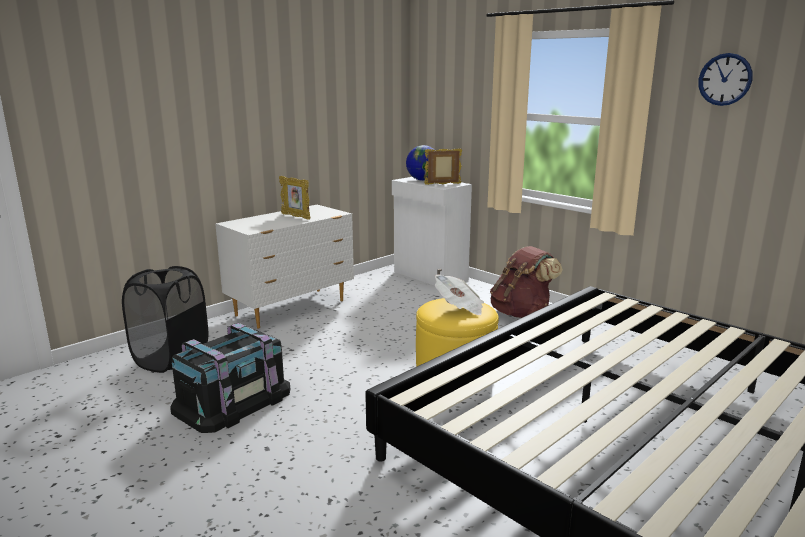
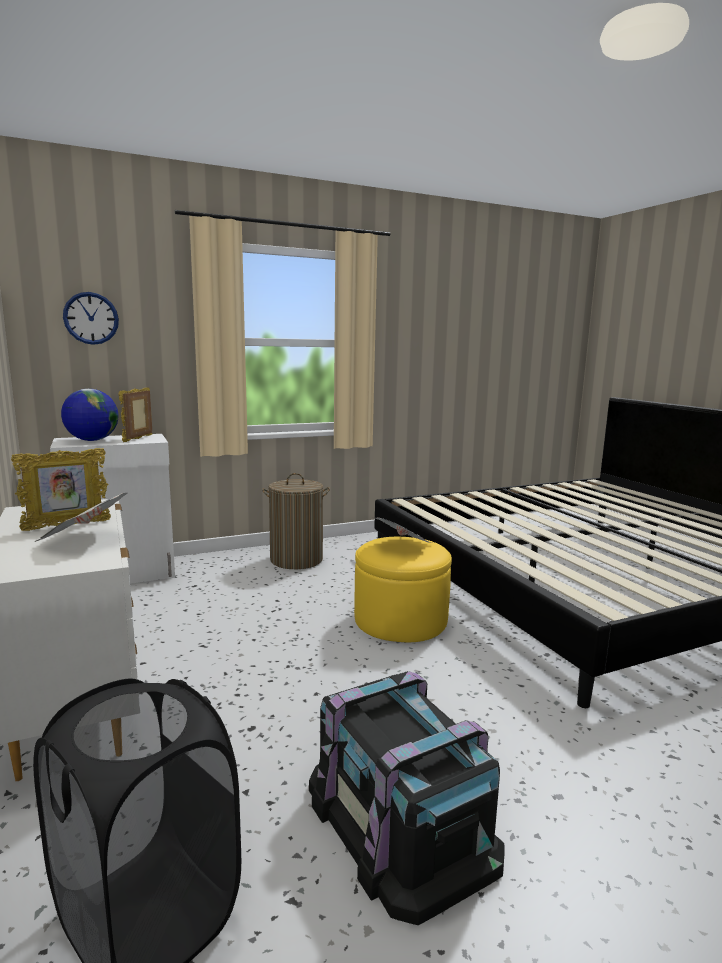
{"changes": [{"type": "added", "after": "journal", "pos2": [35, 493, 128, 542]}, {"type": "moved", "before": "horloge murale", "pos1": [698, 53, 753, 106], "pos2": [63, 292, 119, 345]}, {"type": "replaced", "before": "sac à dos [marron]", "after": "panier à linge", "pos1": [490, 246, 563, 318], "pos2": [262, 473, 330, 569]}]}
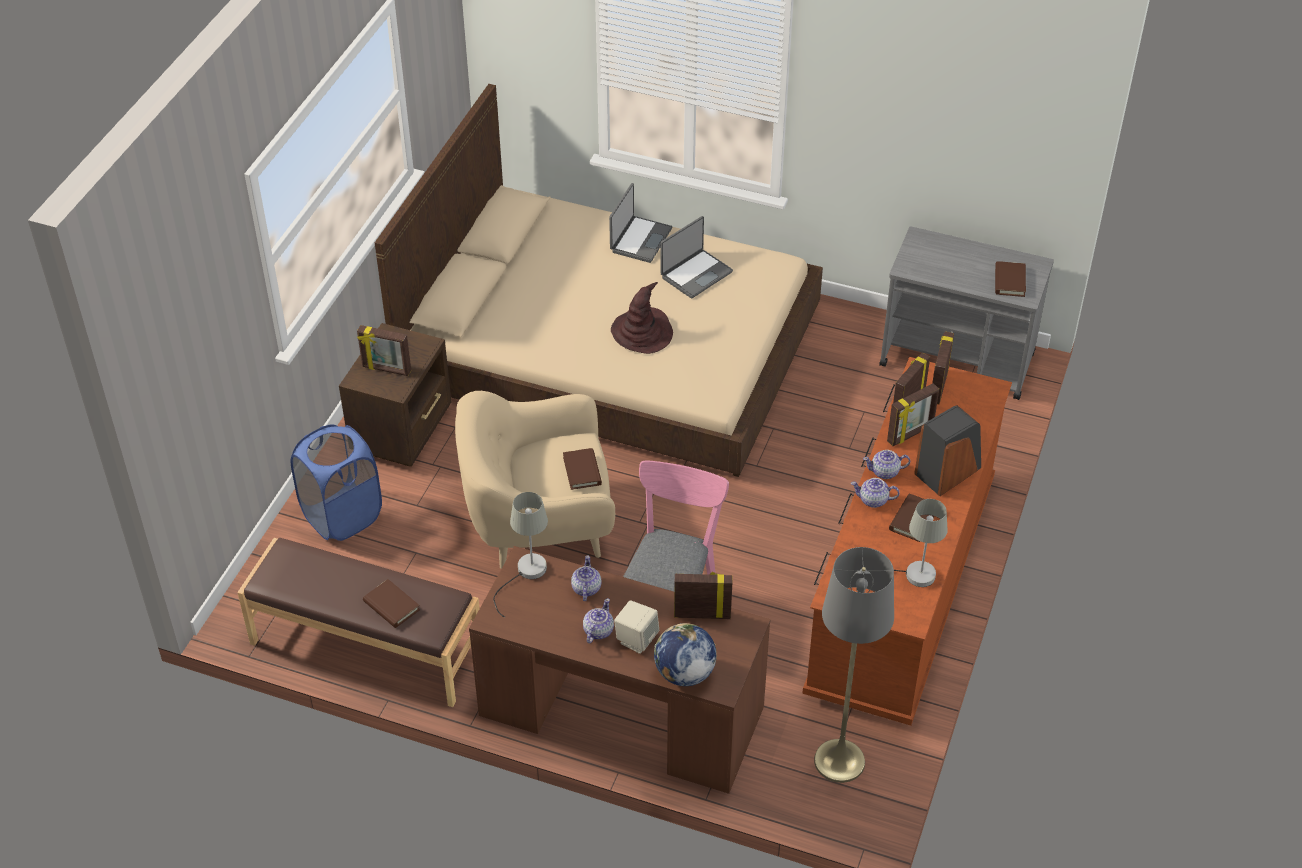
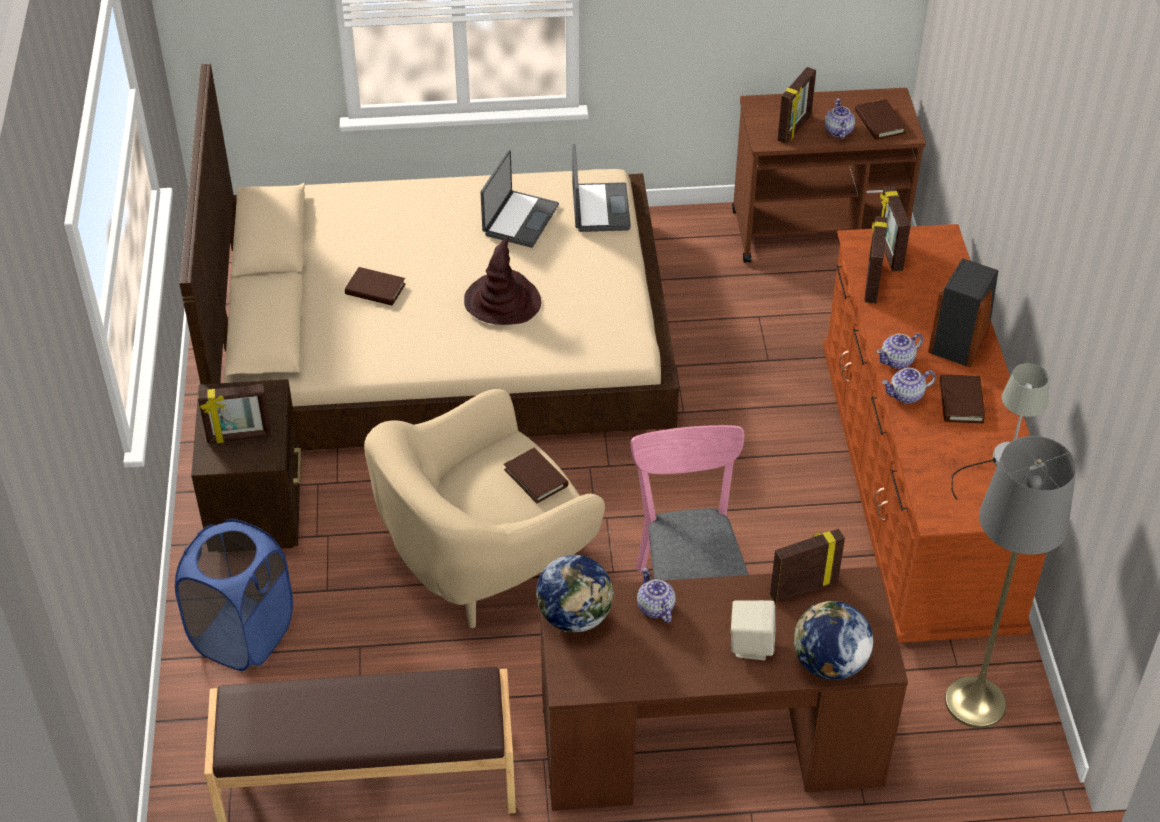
{"changes": [{"type": "moved", "before": "livre [marron]", "pos1": [363, 579, 420, 628], "pos2": [345, 267, 406, 305]}, {"type": "replaced", "before": "lampe de table [gris]", "after": "globe", "pos1": [493, 492, 548, 618], "pos2": [536, 555, 614, 632]}, {"type": "moved", "before": "ordinateur portable", "pos1": [609, 183, 672, 263], "pos2": [572, 144, 631, 232]}, {"type": "recoloured", "before": "chariot [gris]", "after": "chariot [marron]", "pos1": [879, 226, 1054, 400], "pos2": [732, 88, 926, 263]}, {"type": "moved", "before": "cadre photo", "pos1": [887, 383, 939, 446], "pos2": [777, 67, 816, 144]}, {"type": "moved", "before": "théière", "pos1": [583, 598, 614, 643], "pos2": [825, 98, 855, 139]}]}
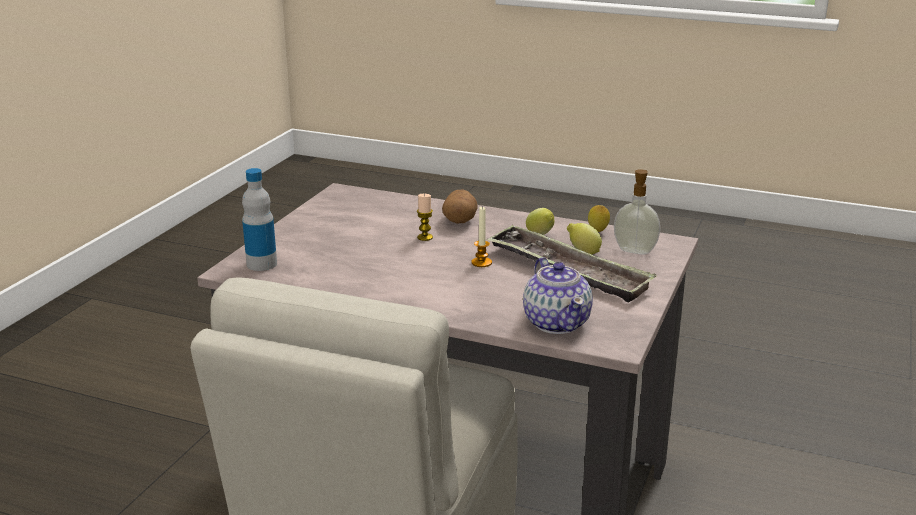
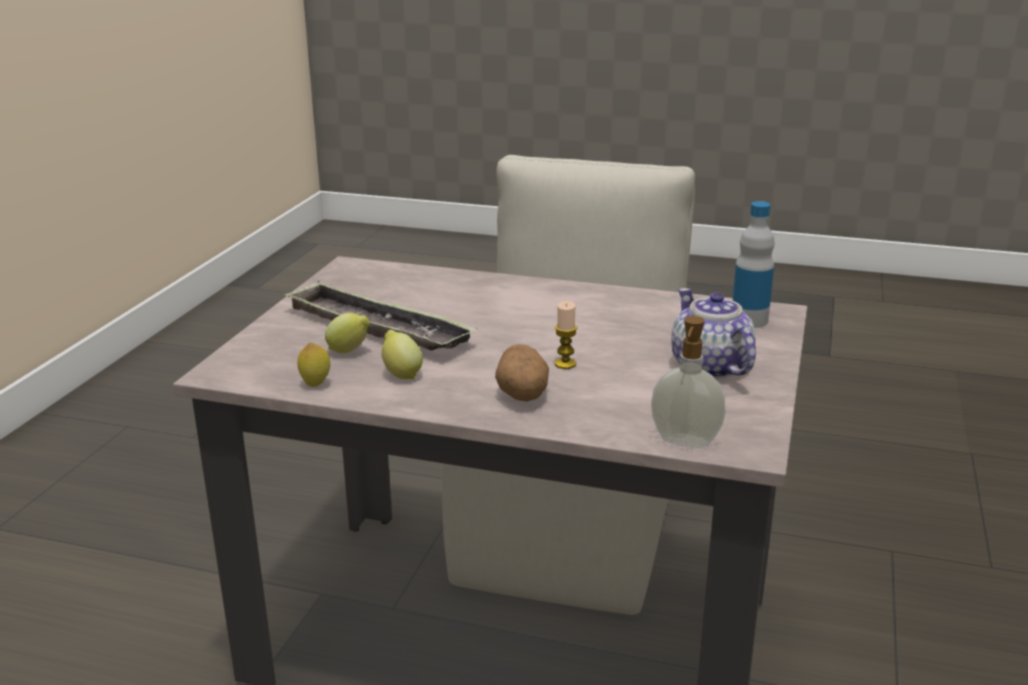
{"changes": [{"type": "moved", "before": "distributeur de savon", "pos1": [614, 169, 660, 255], "pos2": [651, 316, 725, 448]}, {"type": "moved", "before": "théière", "pos1": [523, 257, 593, 334], "pos2": [671, 288, 756, 379]}, {"type": "removed", "before": "bougie", "pos1": [471, 206, 492, 267]}]}
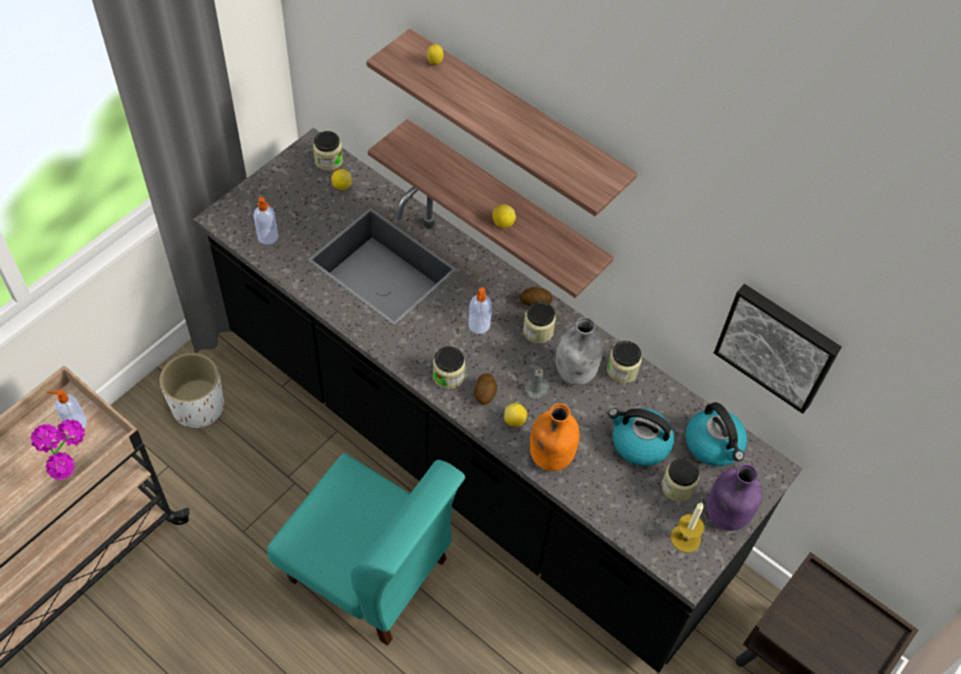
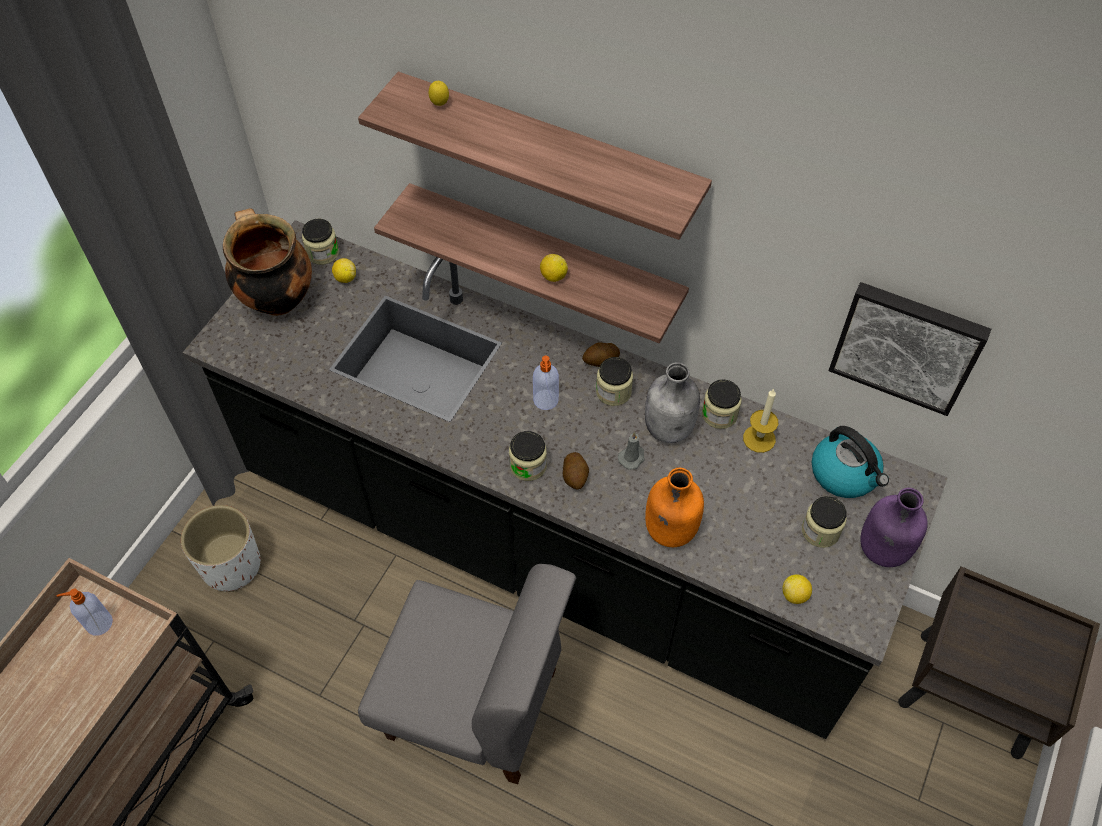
{"changes": [{"type": "added", "after": "marmite", "pos2": [223, 209, 312, 316]}, {"type": "recoloured", "before": "chaise [turquoise]", "after": "chaise [gris]", "pos1": [267, 453, 465, 646], "pos2": [358, 564, 576, 784]}, {"type": "moved", "before": "bougie", "pos1": [671, 503, 705, 553], "pos2": [743, 388, 778, 453]}, {"type": "moved", "before": "citron", "pos1": [504, 403, 527, 427], "pos2": [782, 574, 812, 604]}, {"type": "removed", "before": "plante en pot", "pos1": [31, 419, 85, 480]}, {"type": "removed", "before": "distributeur de savon", "pos1": [254, 197, 278, 245]}, {"type": "removed", "before": "bouilloire", "pos1": [608, 408, 674, 466]}]}
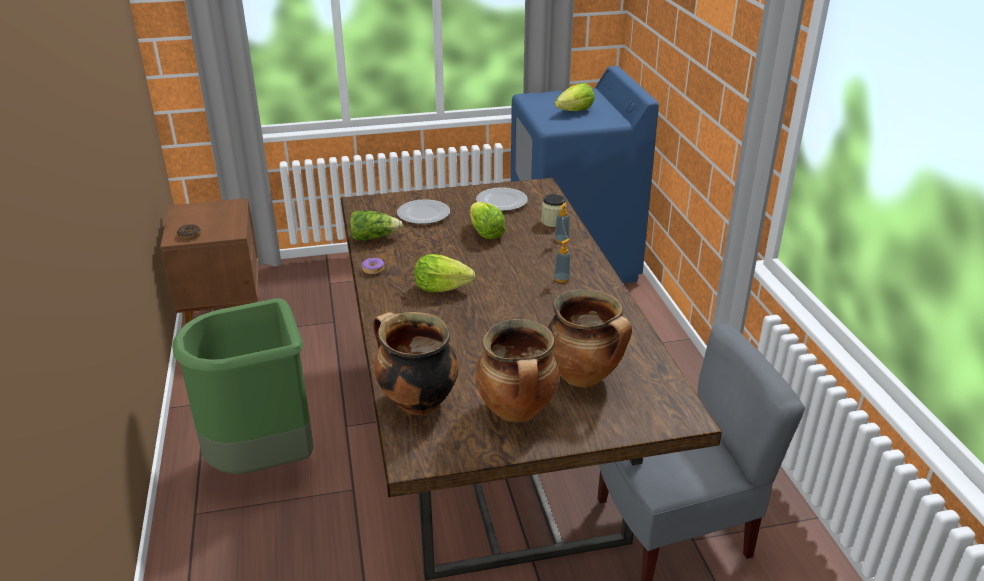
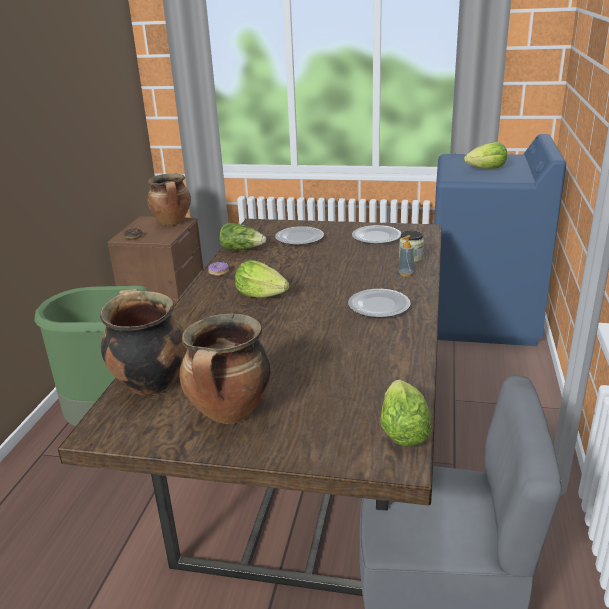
{"changes": [{"type": "moved", "before": "marmite", "pos1": [547, 289, 632, 387], "pos2": [147, 173, 191, 226]}, {"type": "replaced", "before": "distributeur de savon", "after": "assiette", "pos1": [554, 239, 571, 283], "pos2": [348, 289, 411, 317]}, {"type": "moved", "before": "laitue", "pos1": [470, 202, 505, 239], "pos2": [380, 380, 432, 447]}]}
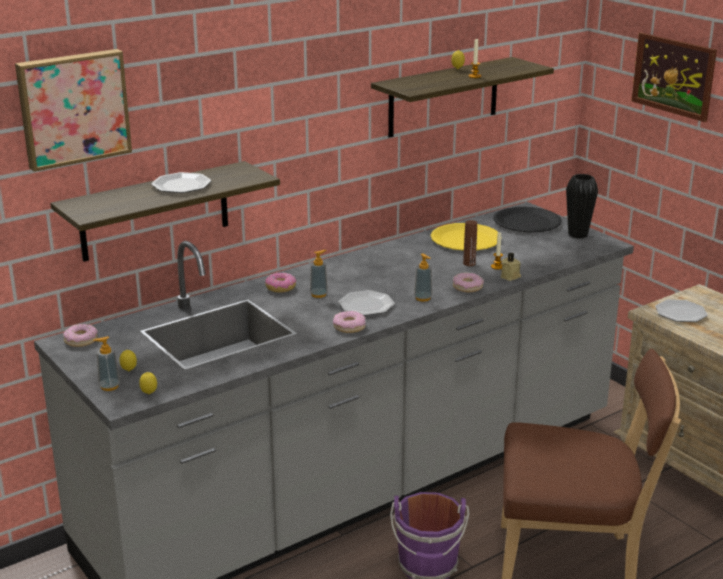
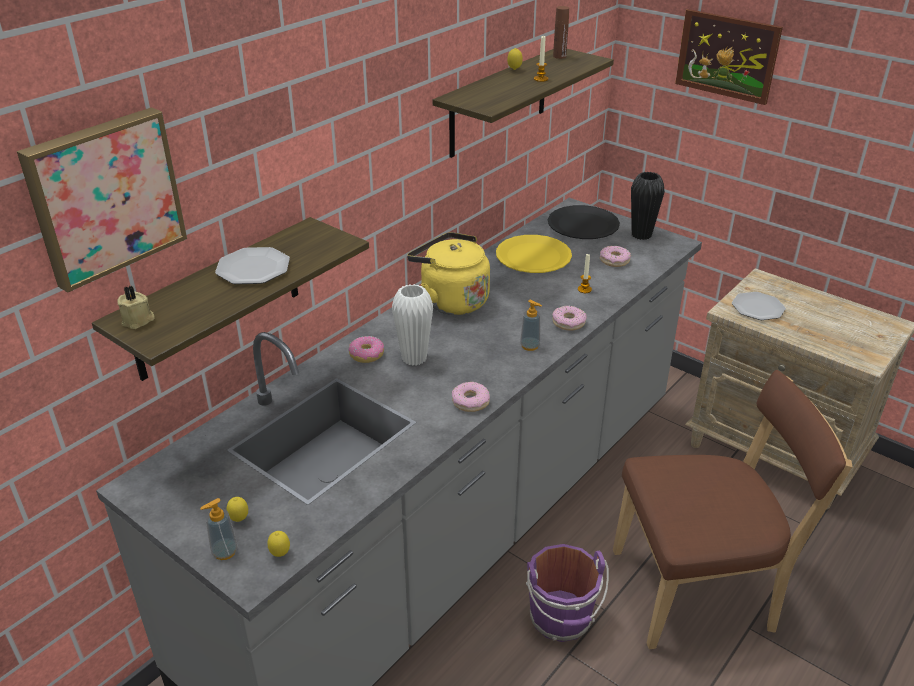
{"changes": [{"type": "moved", "before": "bougie [beige]", "pos1": [501, 253, 521, 281], "pos2": [117, 286, 155, 329]}, {"type": "replaced", "before": "distributeur de savon", "after": "vase [blanc]", "pos1": [310, 250, 328, 298], "pos2": [392, 284, 433, 366]}, {"type": "added", "after": "bouilloire [jaune]", "pos2": [407, 232, 490, 315]}, {"type": "moved", "before": "bouteille [marron]", "pos1": [463, 220, 477, 266], "pos2": [553, 6, 569, 59]}, {"type": "moved", "before": "beignet", "pos1": [63, 324, 98, 347], "pos2": [600, 246, 631, 267]}, {"type": "removed", "before": "assiette", "pos1": [339, 290, 395, 316]}]}
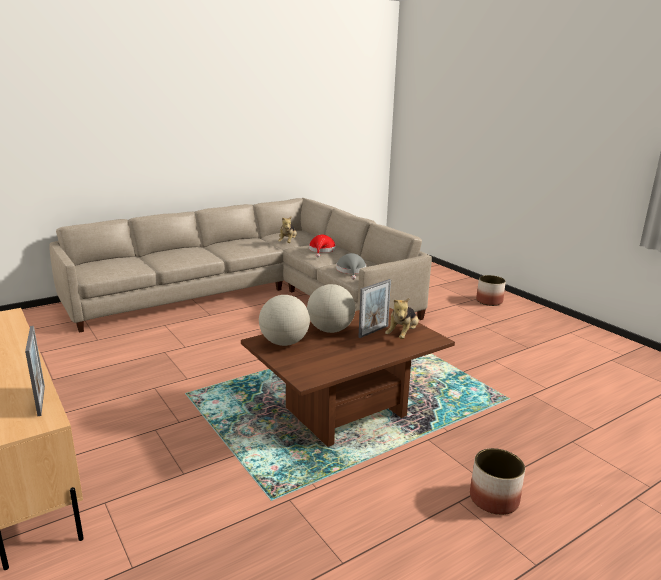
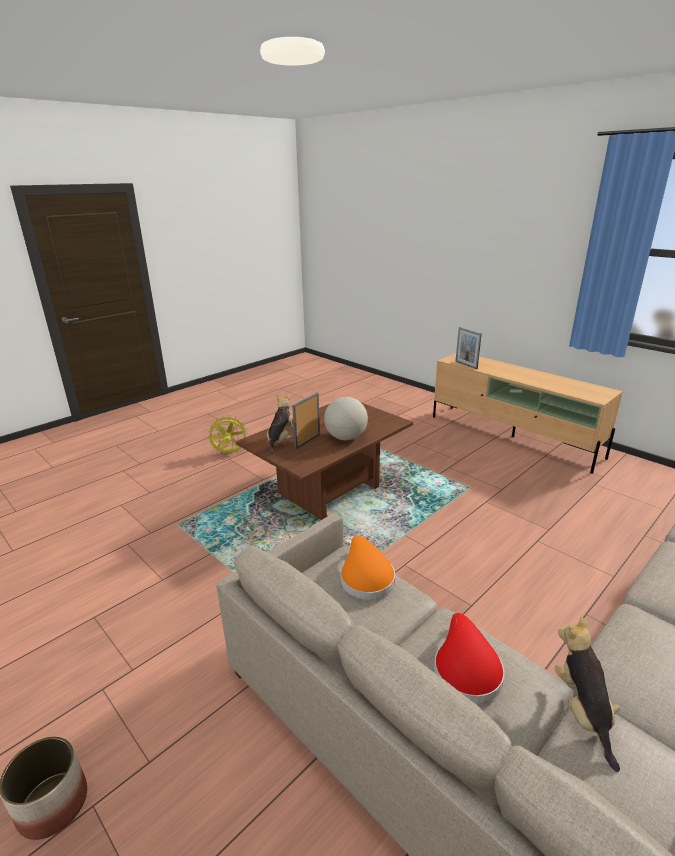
{"changes": [{"type": "replaced", "before": "cache-pot", "after": "ventilateur [jaune]", "pos1": [470, 448, 525, 515], "pos2": [207, 415, 249, 453]}, {"type": "recoloured", "before": "chapeau [gris]", "after": "chapeau [orange]", "pos1": [336, 253, 366, 280], "pos2": [340, 536, 395, 600]}, {"type": "removed", "before": "globe", "pos1": [259, 295, 310, 346]}]}
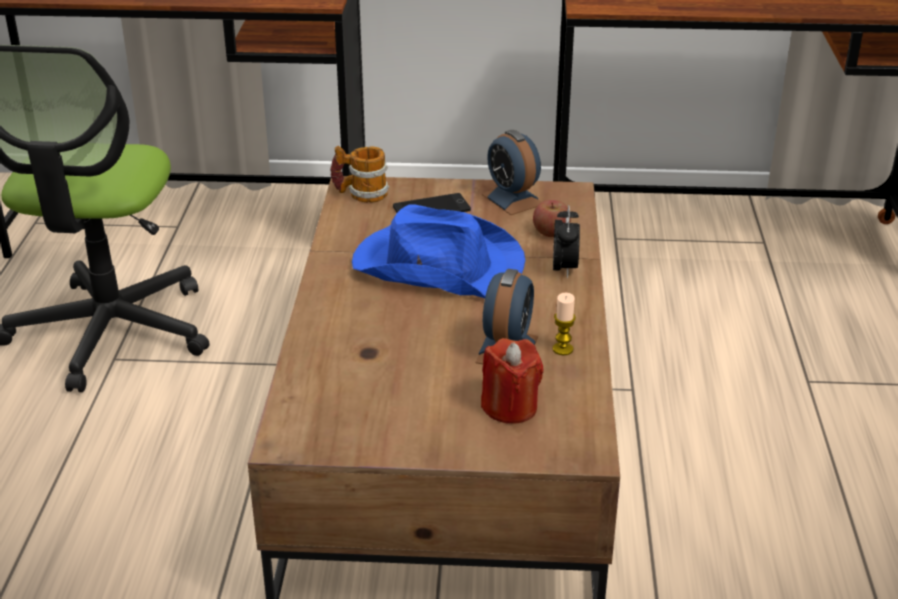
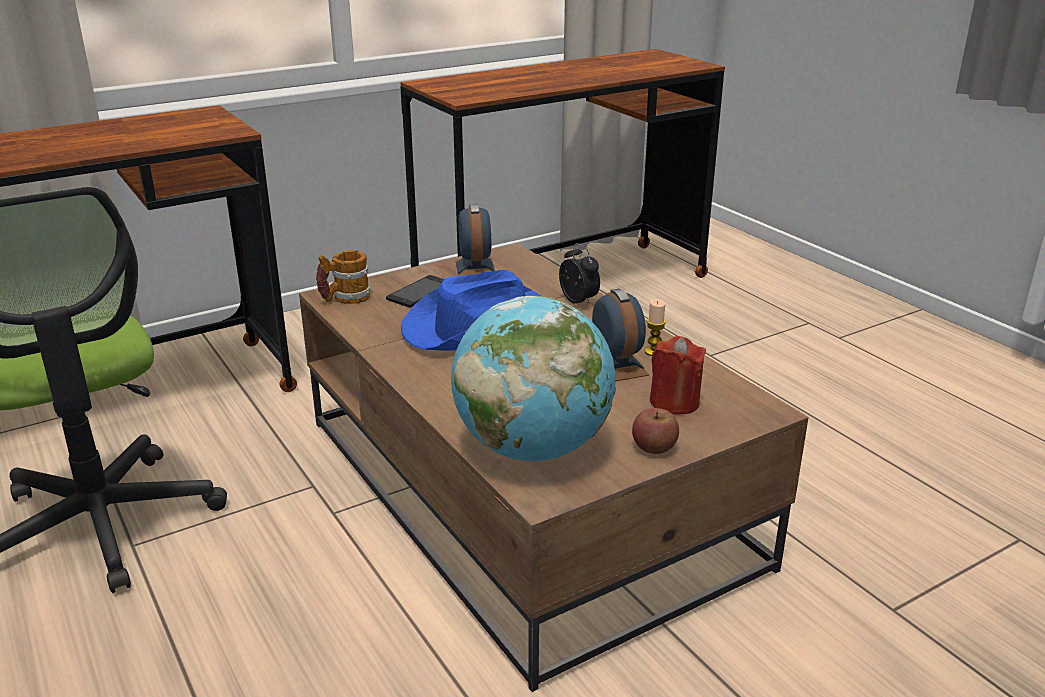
{"changes": [{"type": "added", "after": "globe", "pos2": [451, 296, 616, 461]}, {"type": "turned", "before": "réveil", "pos1": [482, 130, 541, 215], "pos2": [455, 204, 495, 276], "turn": -120}, {"type": "moved", "before": "pomme", "pos1": [533, 200, 571, 237], "pos2": [632, 408, 679, 454]}]}
